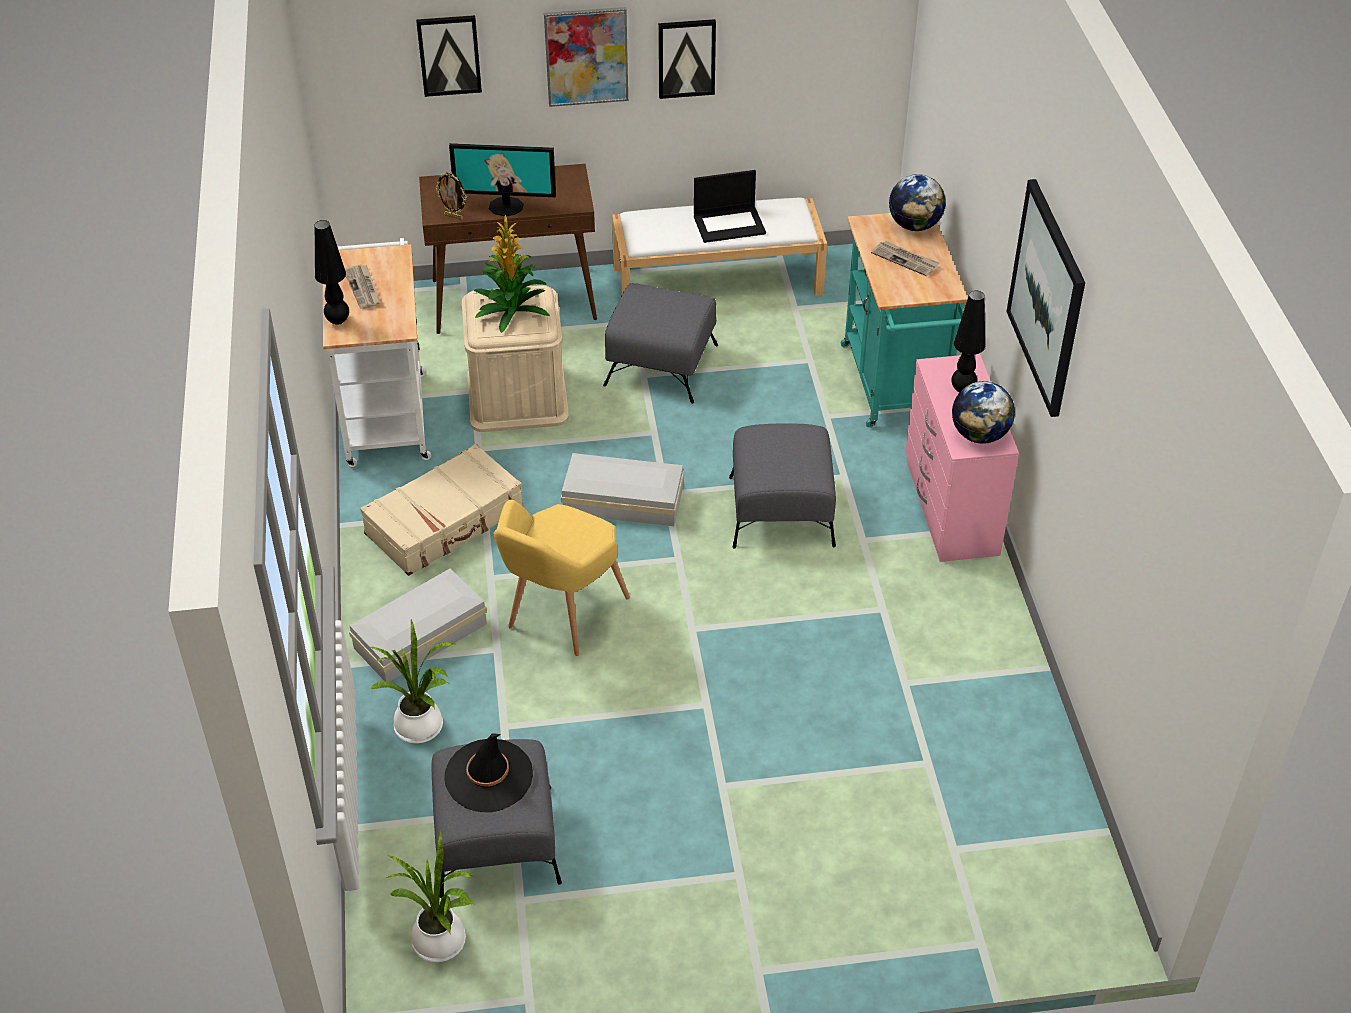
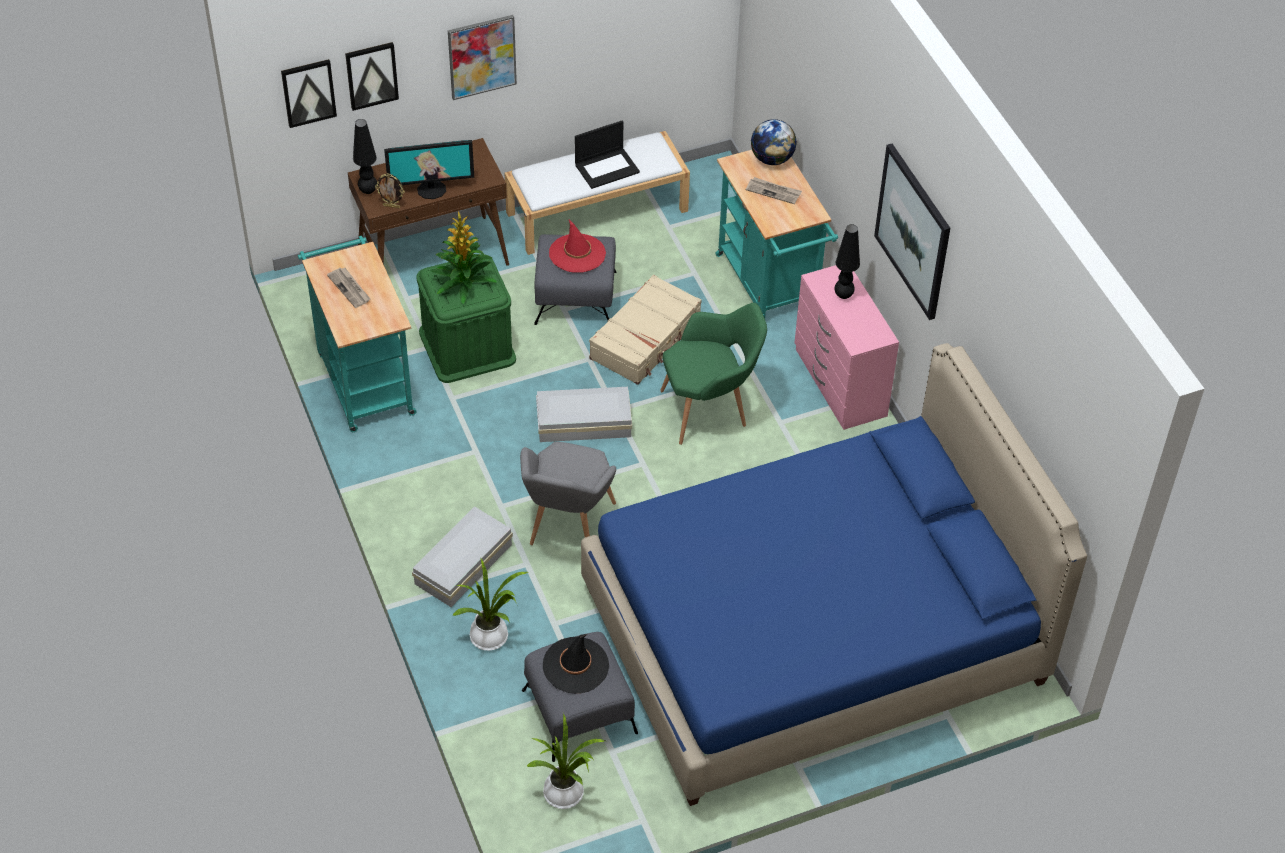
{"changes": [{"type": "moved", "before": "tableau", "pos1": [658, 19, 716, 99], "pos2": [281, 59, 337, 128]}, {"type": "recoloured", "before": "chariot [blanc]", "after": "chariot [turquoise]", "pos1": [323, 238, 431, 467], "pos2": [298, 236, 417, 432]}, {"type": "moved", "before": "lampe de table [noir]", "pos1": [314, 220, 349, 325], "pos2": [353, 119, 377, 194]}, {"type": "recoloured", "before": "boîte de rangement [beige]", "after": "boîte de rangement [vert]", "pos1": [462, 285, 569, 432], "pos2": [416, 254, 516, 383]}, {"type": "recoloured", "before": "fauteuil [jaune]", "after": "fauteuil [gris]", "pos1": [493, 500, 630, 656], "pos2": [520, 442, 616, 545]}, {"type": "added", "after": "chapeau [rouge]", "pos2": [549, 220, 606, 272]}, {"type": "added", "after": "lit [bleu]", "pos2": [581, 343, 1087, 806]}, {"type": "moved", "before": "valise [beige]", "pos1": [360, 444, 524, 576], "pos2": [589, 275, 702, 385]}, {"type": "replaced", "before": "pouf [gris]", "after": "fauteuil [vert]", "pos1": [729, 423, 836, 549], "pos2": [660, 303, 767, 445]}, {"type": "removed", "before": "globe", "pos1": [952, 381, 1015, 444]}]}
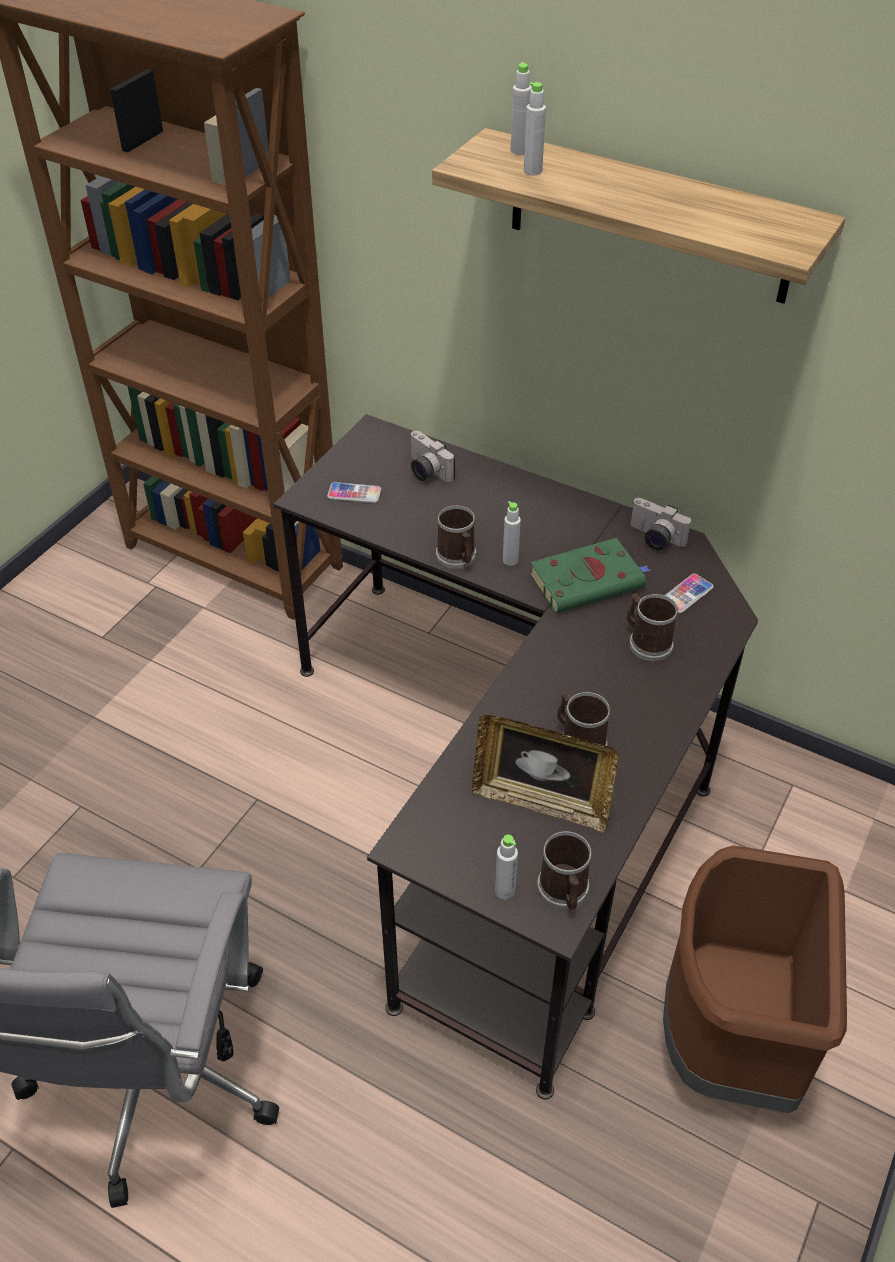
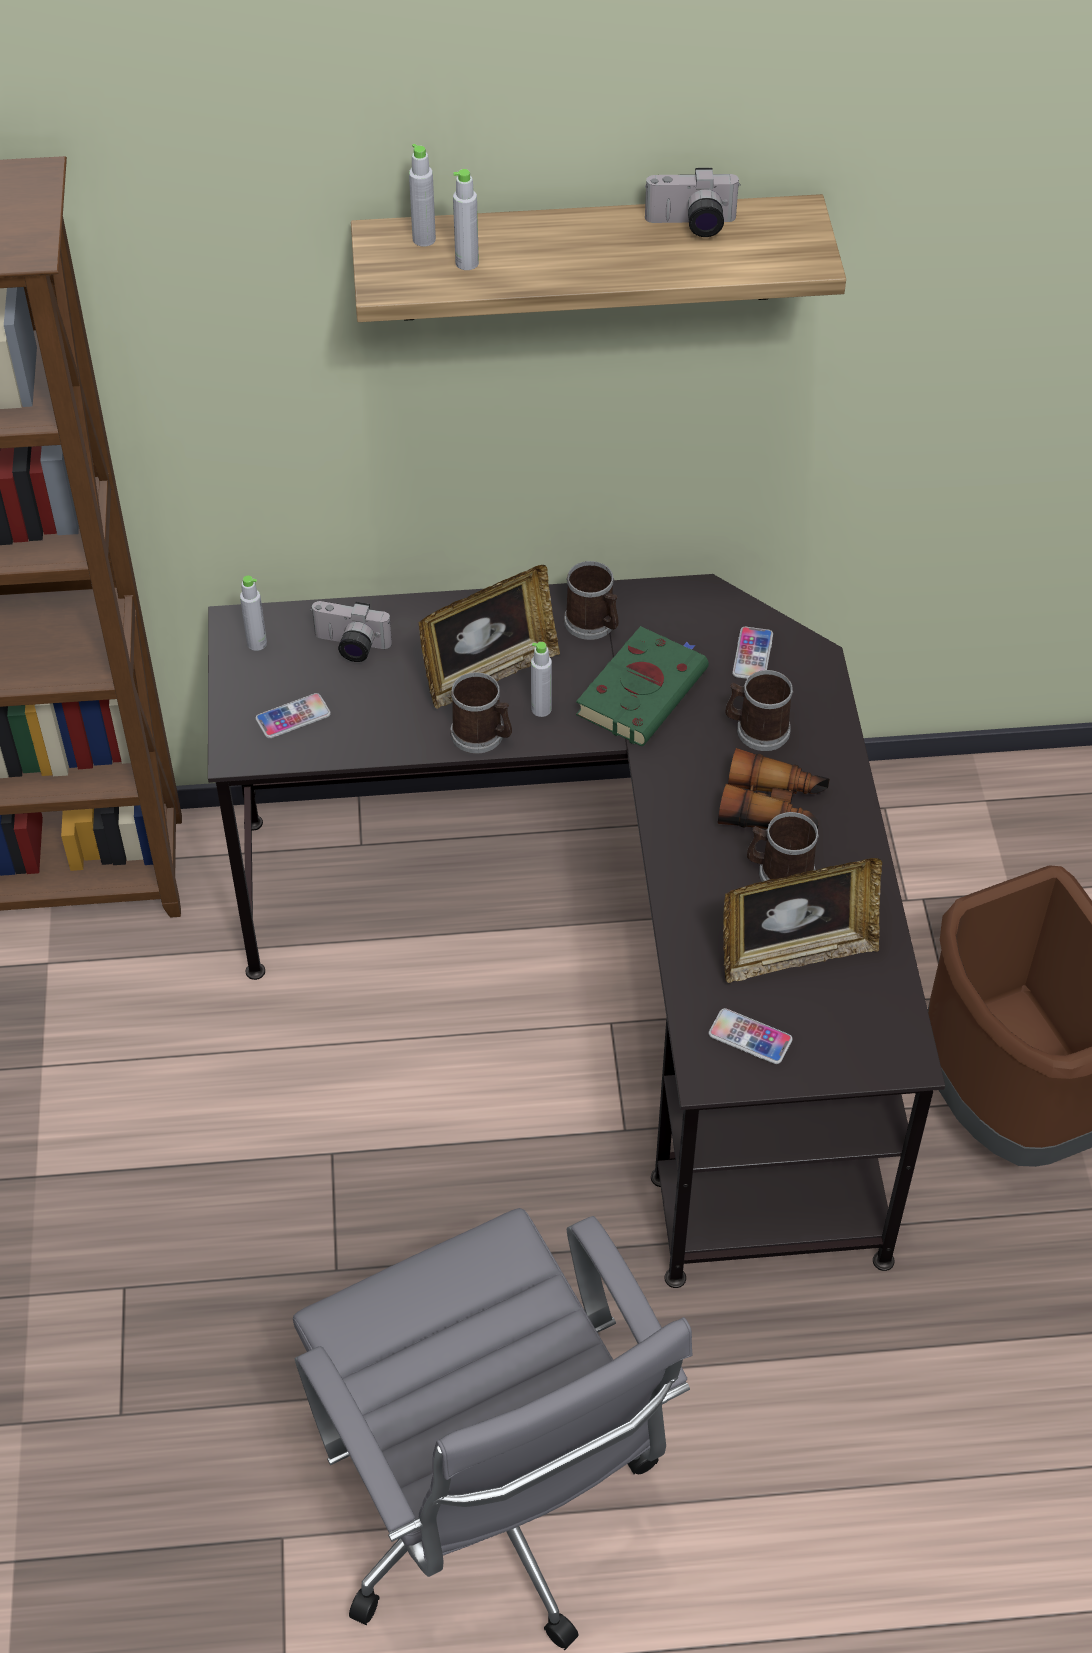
{"changes": [{"type": "moved", "before": "bouteille [gris]", "pos1": [495, 835, 518, 900], "pos2": [240, 576, 267, 651]}, {"type": "added", "after": "cadre photo", "pos2": [419, 565, 560, 709]}, {"type": "moved", "before": "mug", "pos1": [537, 831, 591, 910], "pos2": [564, 561, 618, 640]}, {"type": "moved", "before": "appareil photo", "pos1": [630, 498, 691, 550], "pos2": [645, 168, 741, 237]}, {"type": "added", "after": "téléphone", "pos2": [709, 1008, 792, 1064]}, {"type": "added", "after": "jumelles", "pos2": [718, 748, 830, 829]}]}
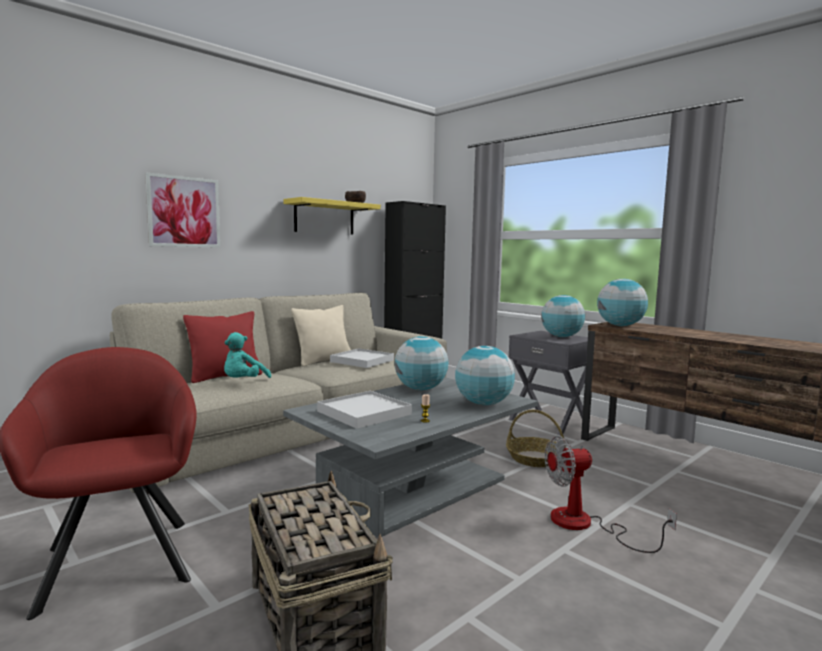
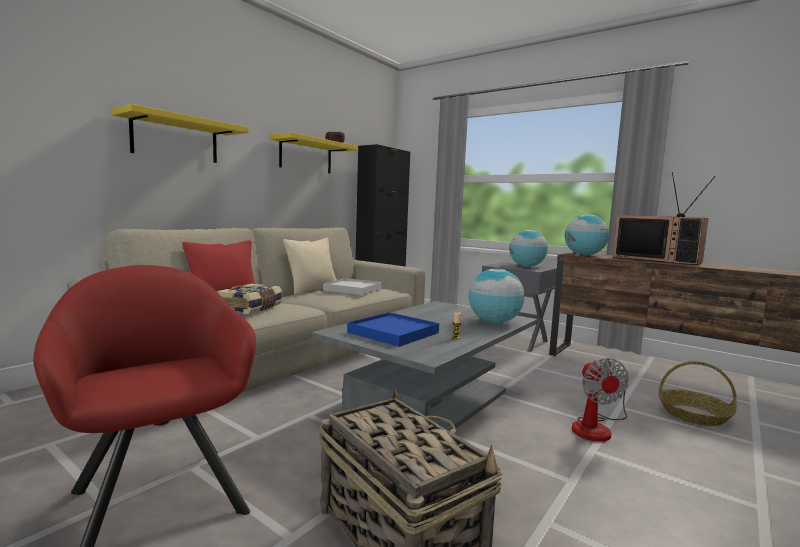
{"changes": [{"type": "replaced", "before": "tableau", "after": "étagère [jaune]", "pos1": [145, 173, 220, 248], "pos2": [112, 104, 249, 163]}, {"type": "replaced", "before": "peluche [turquoise]", "after": "livre", "pos1": [224, 332, 271, 378], "pos2": [217, 284, 282, 315]}, {"type": "recoloured", "before": "plateau [blanc]", "after": "plateau [bleu]", "pos1": [317, 391, 412, 429], "pos2": [347, 312, 439, 347]}, {"type": "turned", "before": "ventilateur", "pos1": [545, 436, 677, 553], "pos2": [572, 358, 629, 442], "turn": -75}, {"type": "added", "after": "téléviseur", "pos2": [613, 172, 715, 265]}, {"type": "moved", "before": "panier", "pos1": [506, 410, 564, 467], "pos2": [659, 361, 737, 426]}, {"type": "removed", "before": "globe", "pos1": [395, 336, 448, 390]}]}
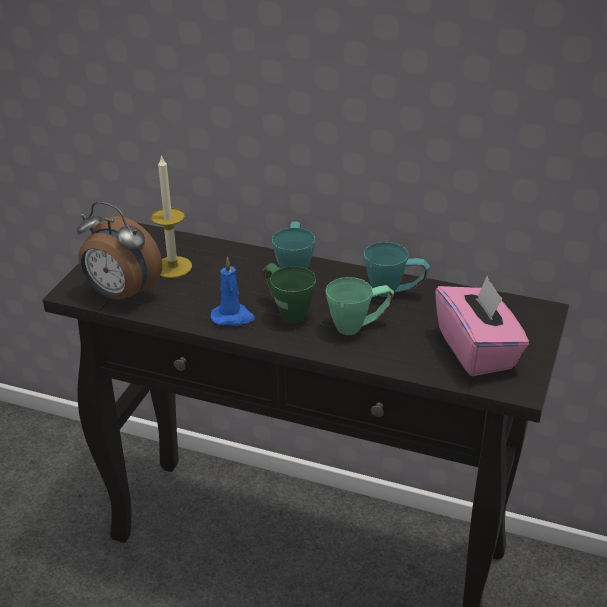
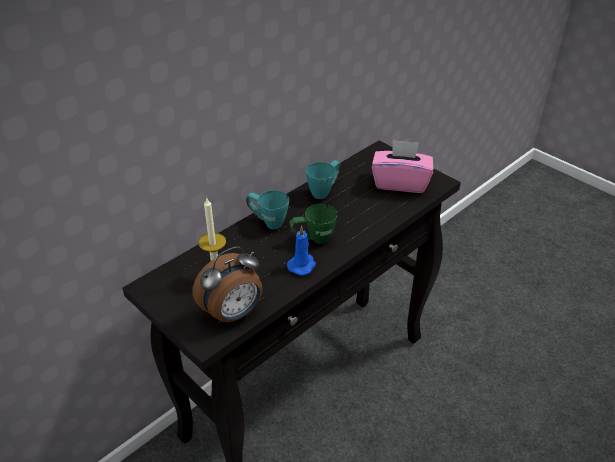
{"changes": [{"type": "removed", "before": "mug [vert]", "pos1": [326, 277, 394, 335]}]}
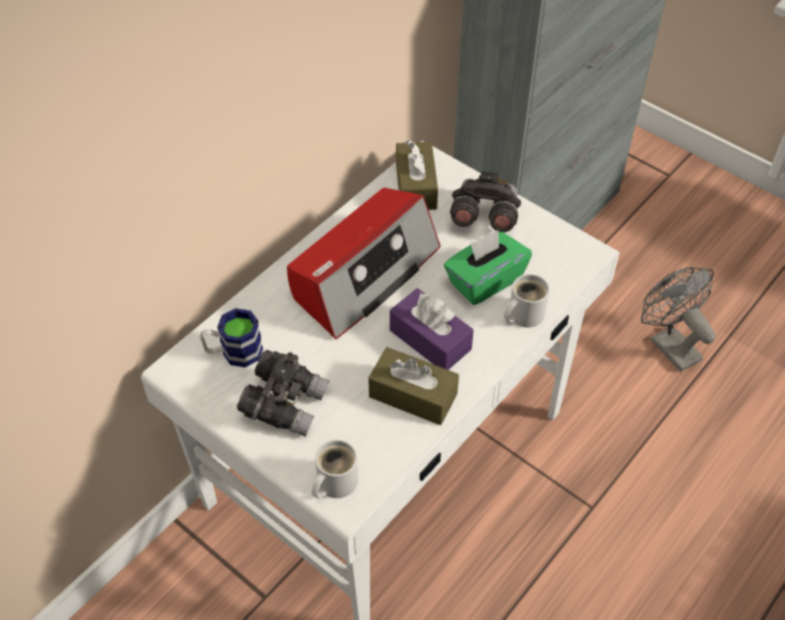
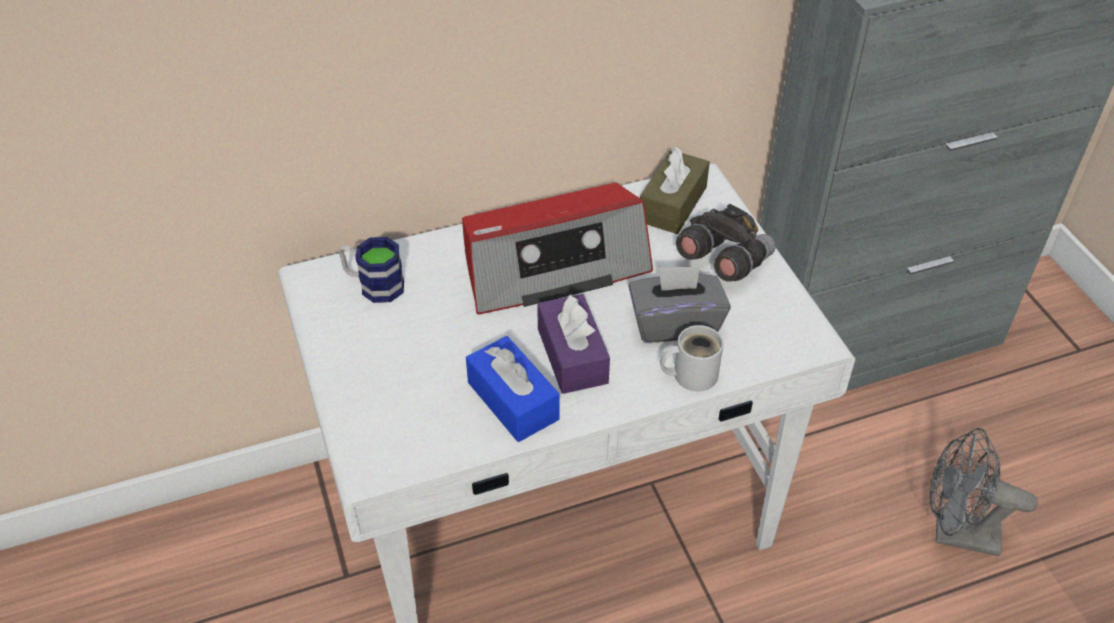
{"changes": [{"type": "recoloured", "before": "boîte à mouchoirs [marron]", "after": "boîte à mouchoirs [bleu]", "pos1": [368, 347, 459, 425], "pos2": [466, 336, 560, 442]}, {"type": "recoloured", "before": "boîte à mouchoirs [vert]", "after": "boîte à mouchoirs [gris]", "pos1": [444, 230, 532, 305], "pos2": [629, 266, 730, 342]}, {"type": "turned", "before": "ventilateur [gris]", "pos1": [641, 267, 716, 372], "pos2": [929, 428, 1038, 556], "turn": -75}, {"type": "removed", "before": "jumelles [gris]", "pos1": [237, 350, 330, 437]}, {"type": "removed", "before": "mug [blanc]", "pos1": [312, 440, 358, 499]}]}
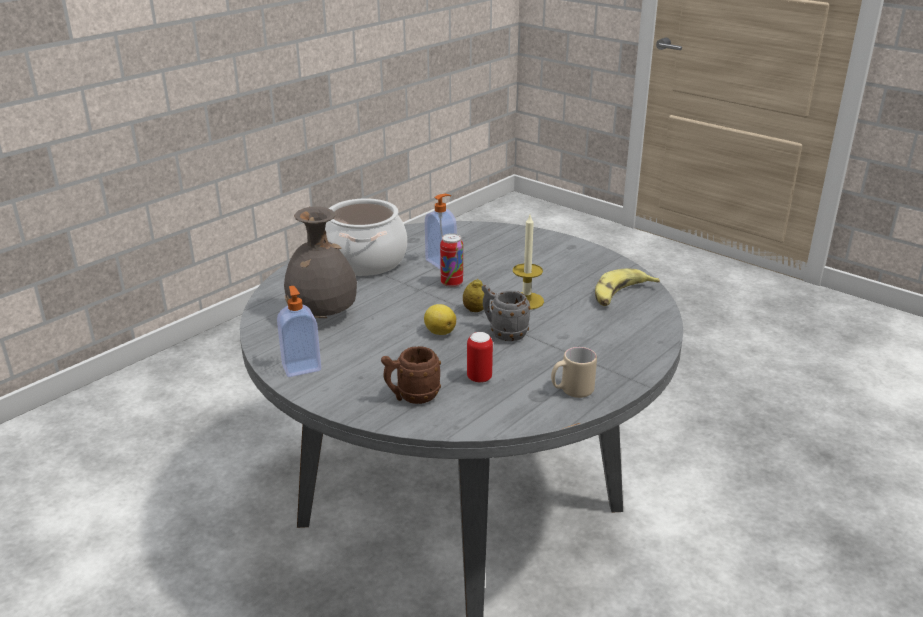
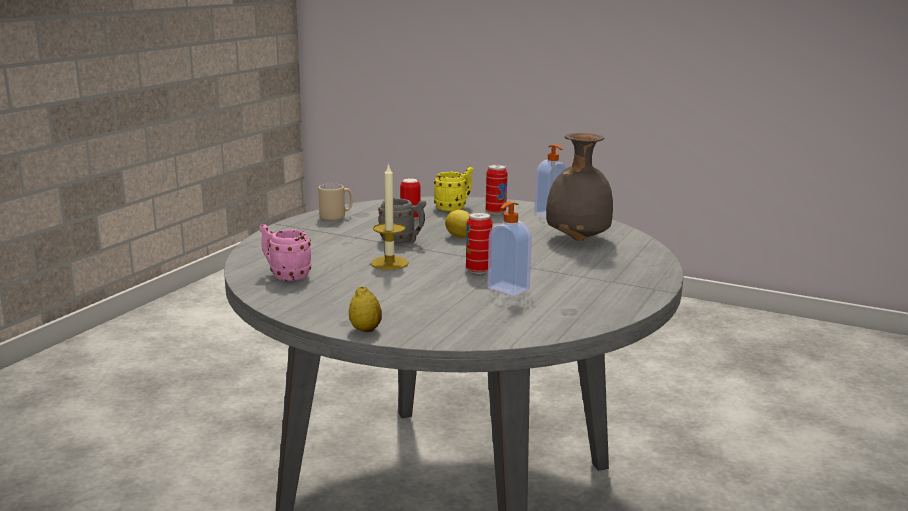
{"changes": [{"type": "replaced", "before": "banane", "after": "mug [rose]", "pos1": [595, 269, 660, 306], "pos2": [259, 224, 311, 281]}, {"type": "moved", "before": "citron", "pos1": [463, 279, 484, 312], "pos2": [349, 287, 382, 332]}, {"type": "recoloured", "before": "mug [marron]", "after": "mug [jaune]", "pos1": [381, 346, 441, 404], "pos2": [434, 167, 473, 211]}, {"type": "added", "after": "boîte métallique", "pos2": [486, 164, 508, 215]}, {"type": "removed", "before": "marmite", "pos1": [325, 198, 407, 276]}]}
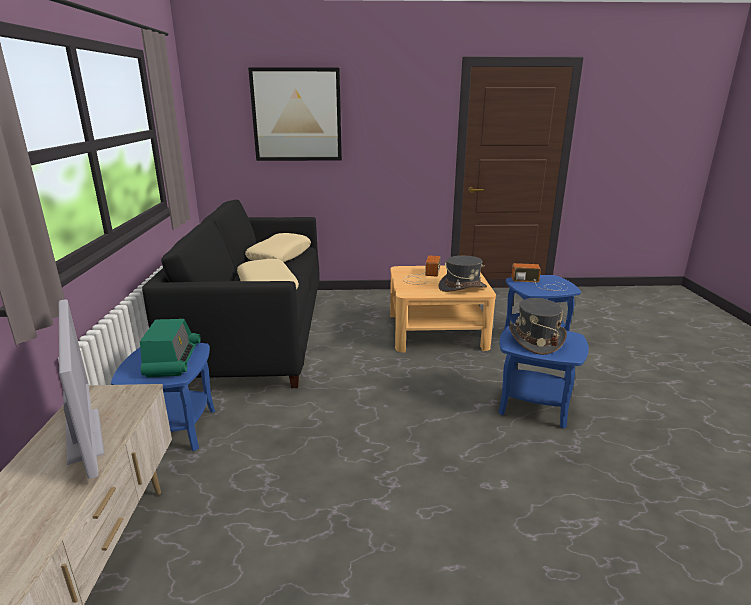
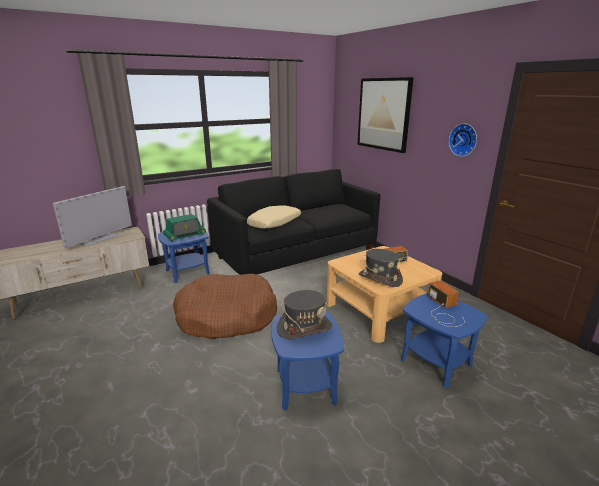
{"changes": [{"type": "added", "after": "panier pour chien [marron]", "pos2": [173, 274, 277, 339]}, {"type": "added", "after": "horloge murale", "pos2": [449, 124, 477, 157]}, {"type": "removed", "before": "coussin [beige]", "pos1": [245, 233, 311, 262]}]}
